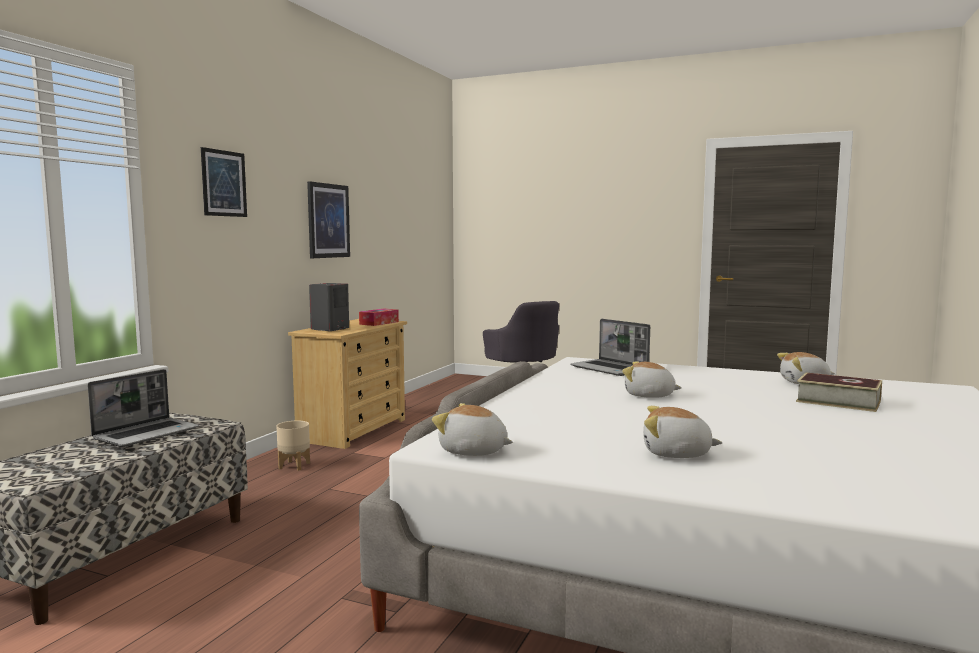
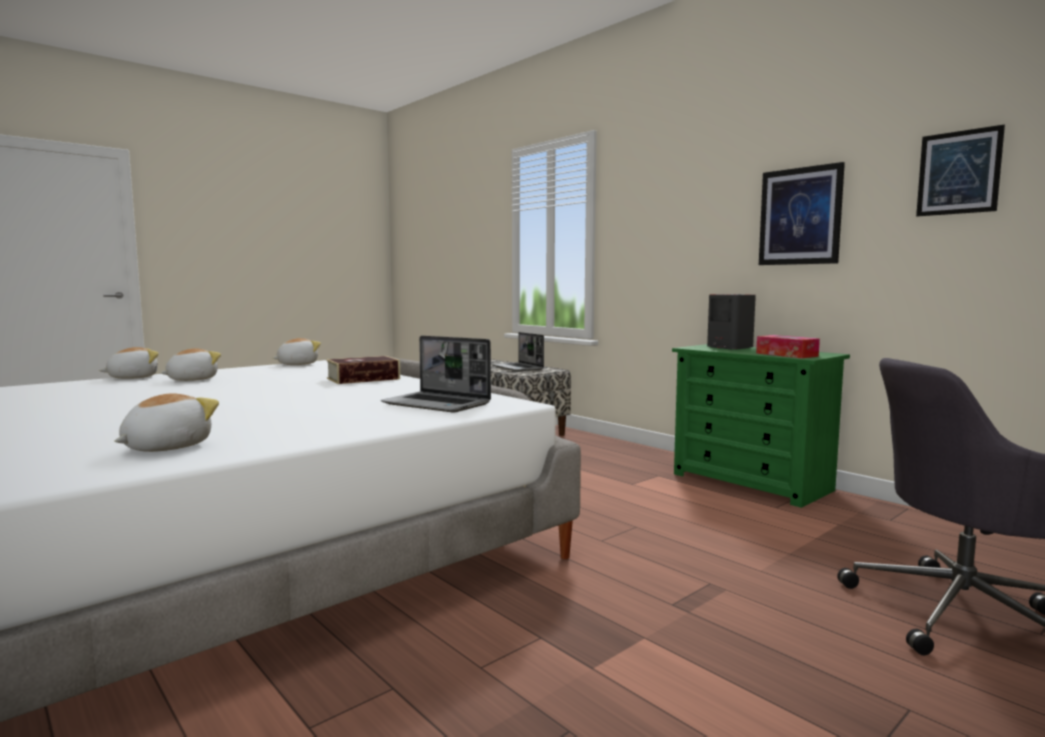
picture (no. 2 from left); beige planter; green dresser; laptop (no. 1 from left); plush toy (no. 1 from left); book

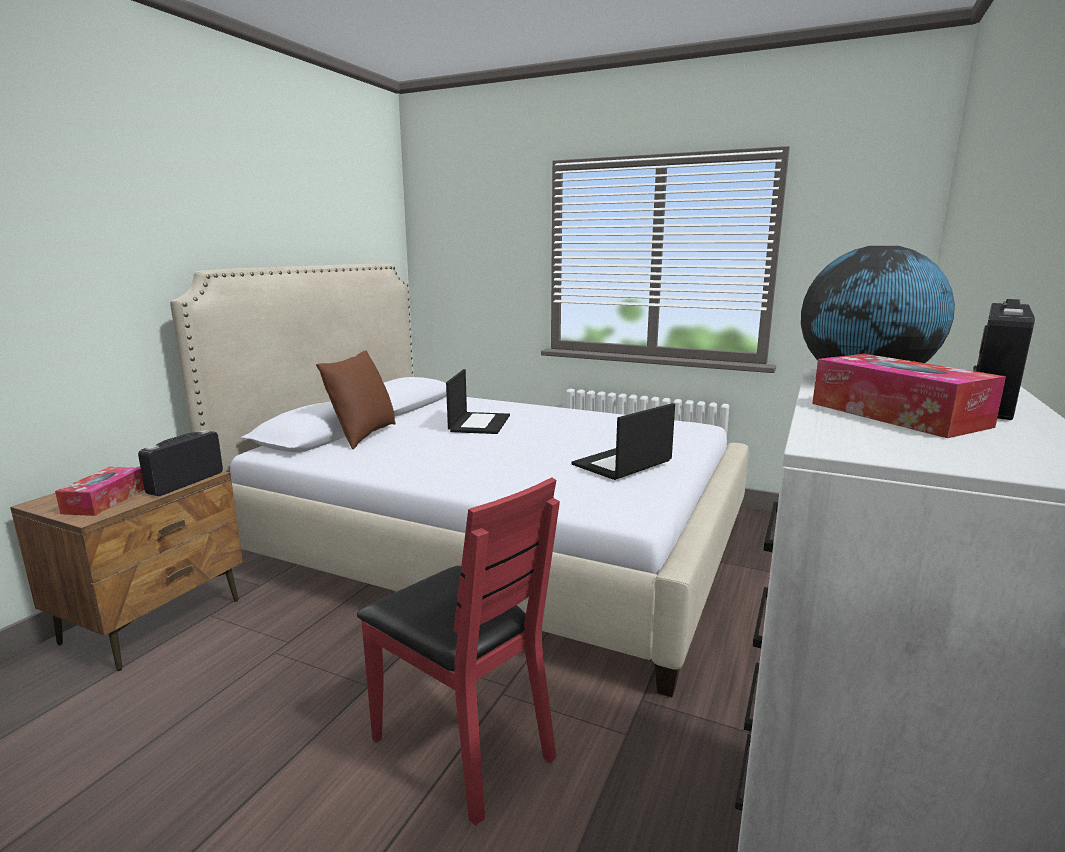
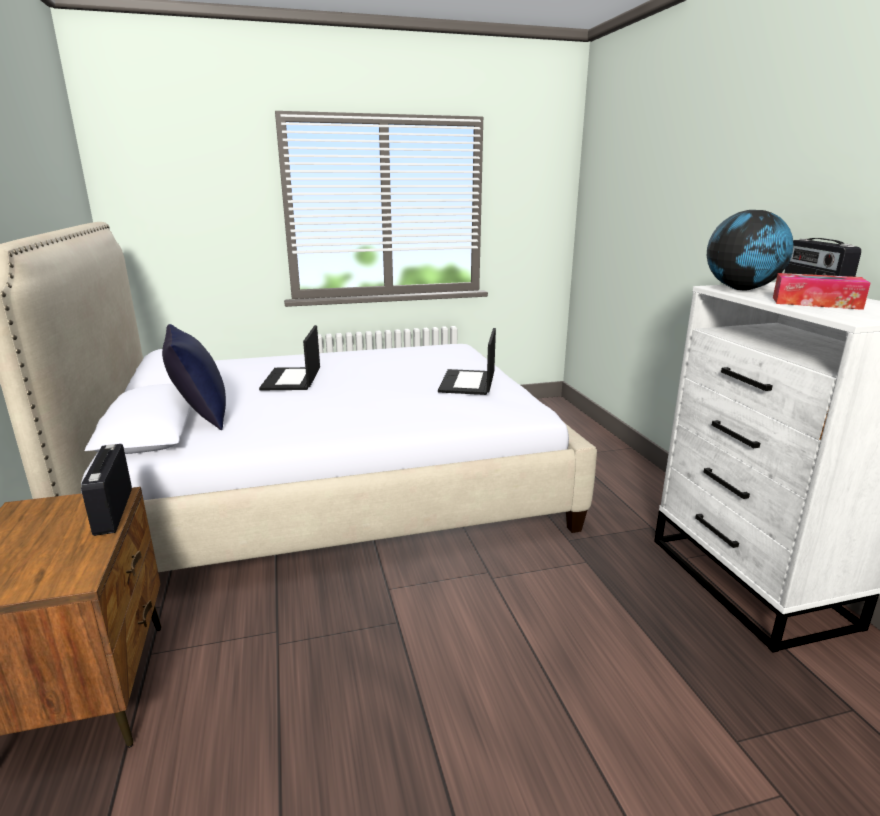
tissue box (no. 1 from left in the first image); blue pillow; red chair; laptop (no. 1 from left)

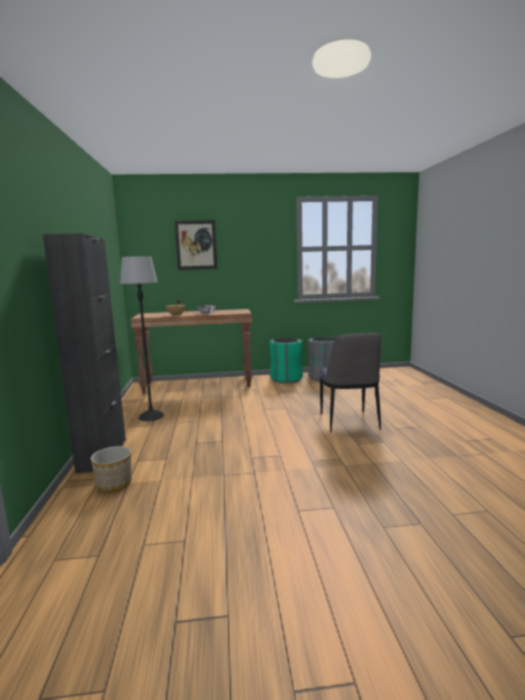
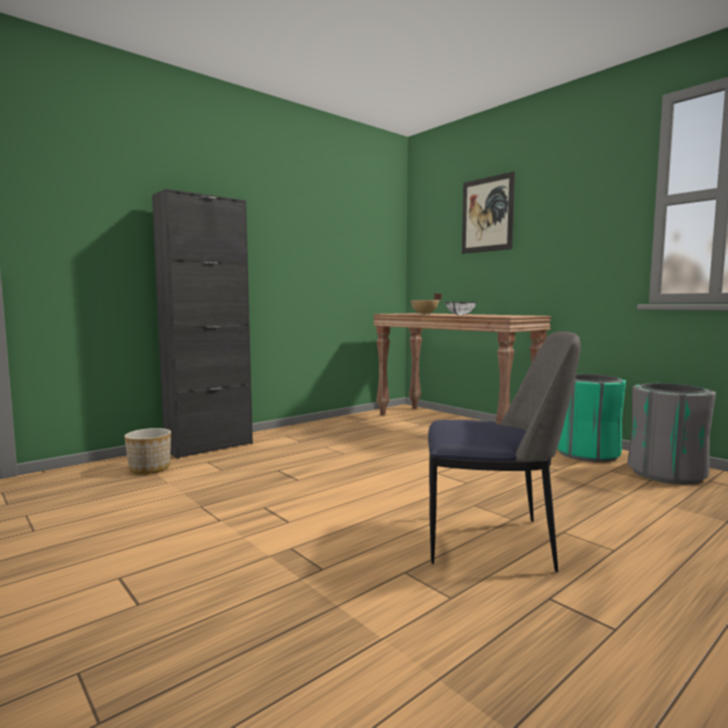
floor lamp; chair

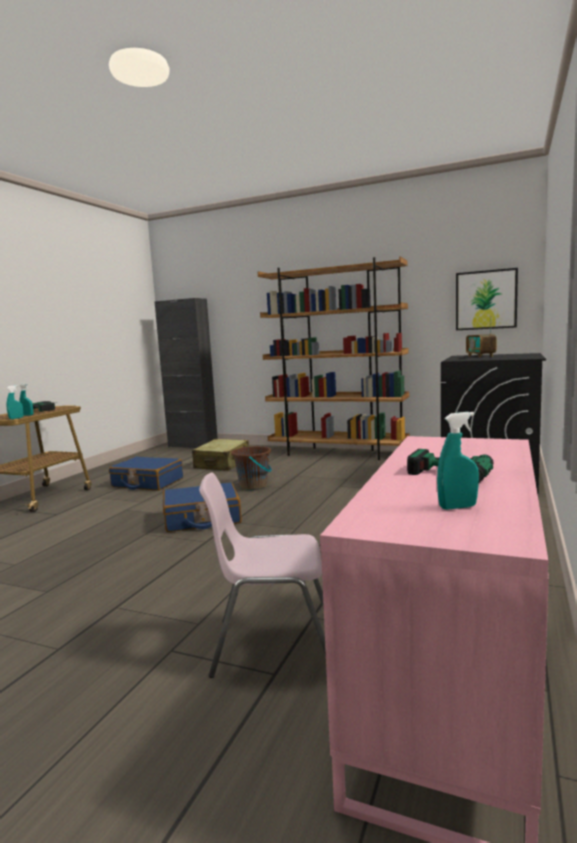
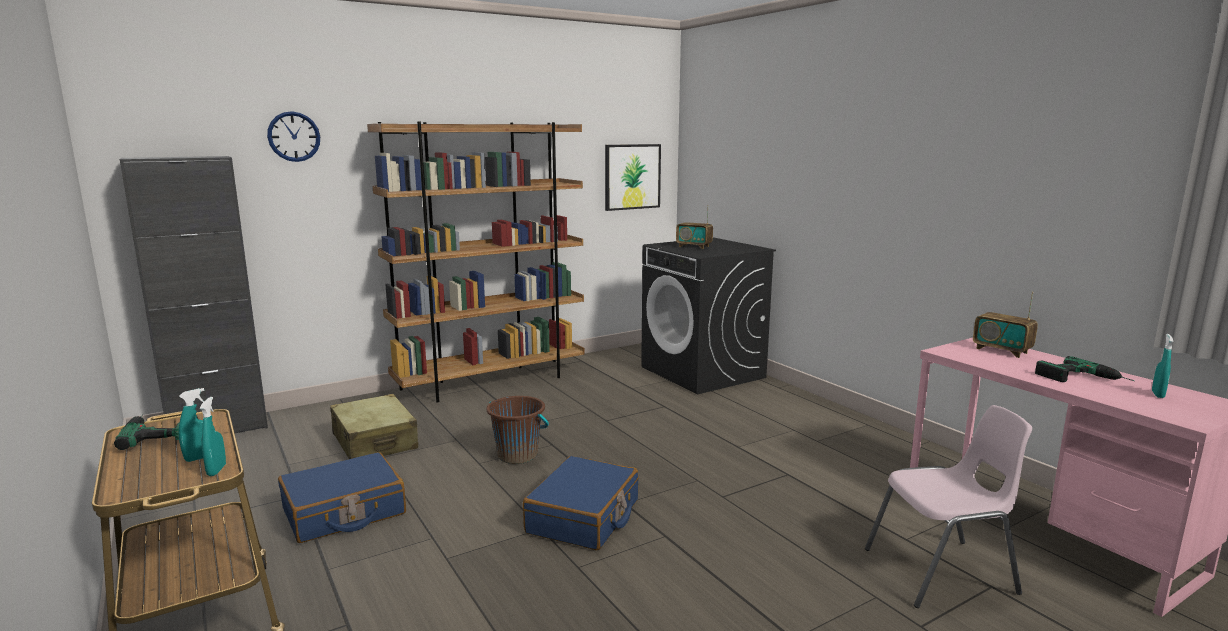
pink chair; wall clock; radio (no. 2 from left)

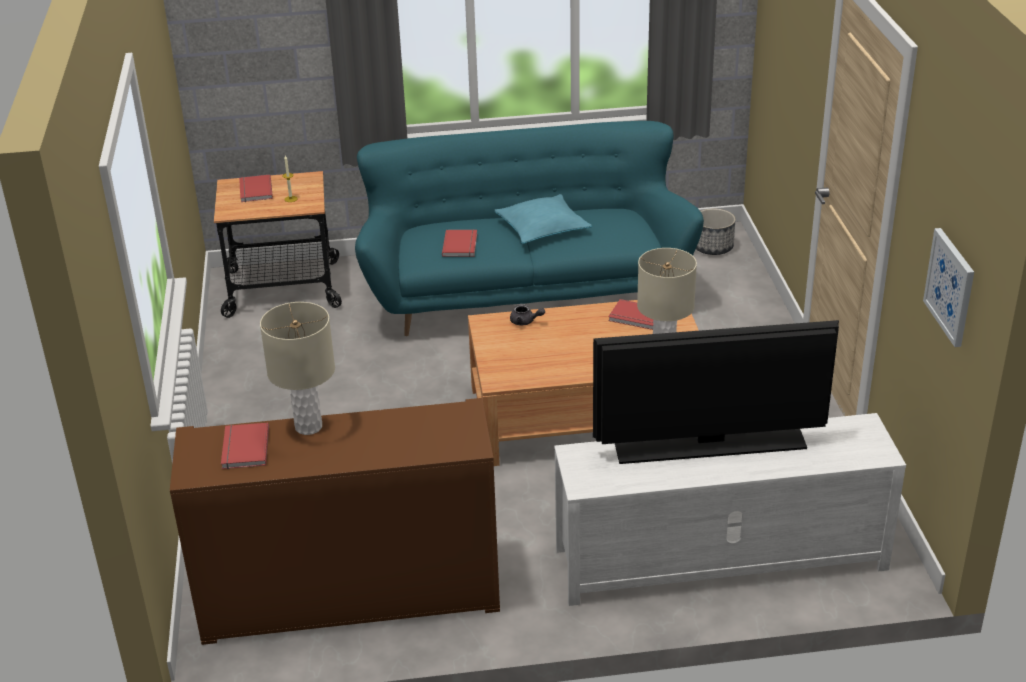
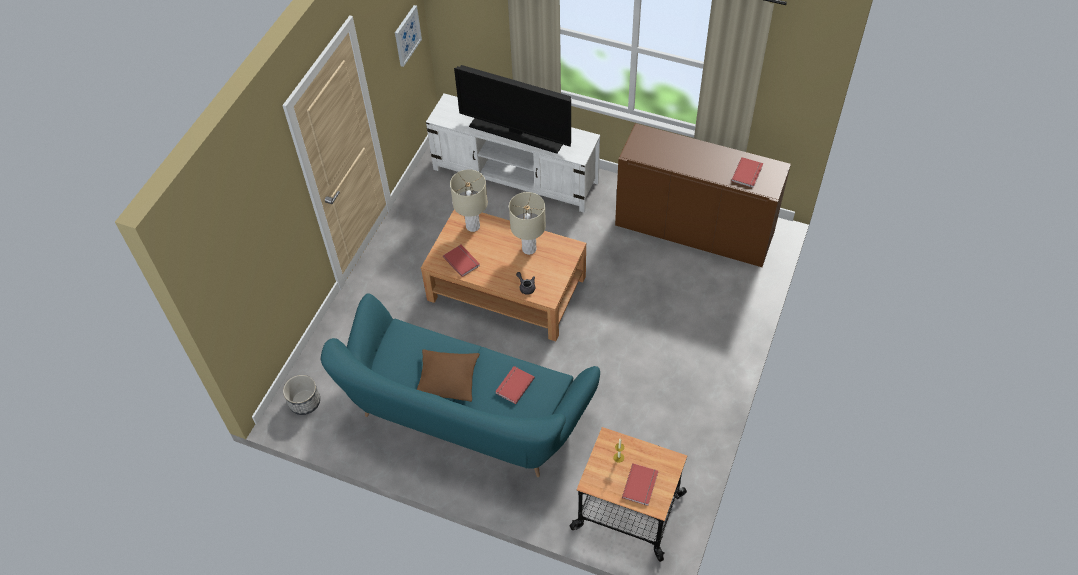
beige table lamp (no. 2 from left); brown pillow

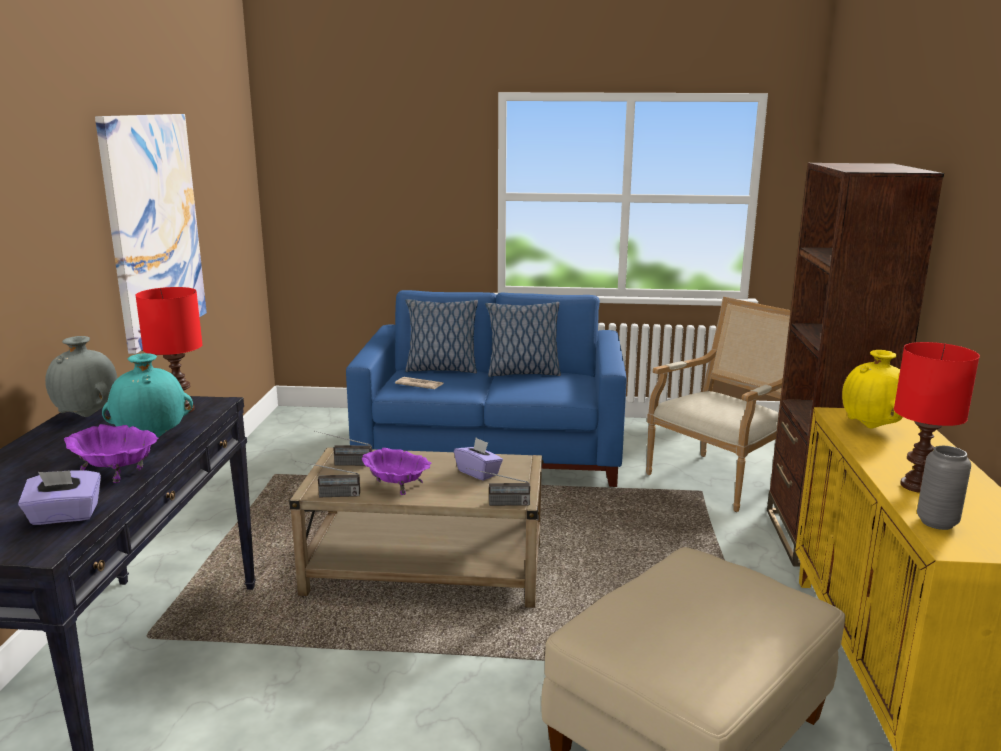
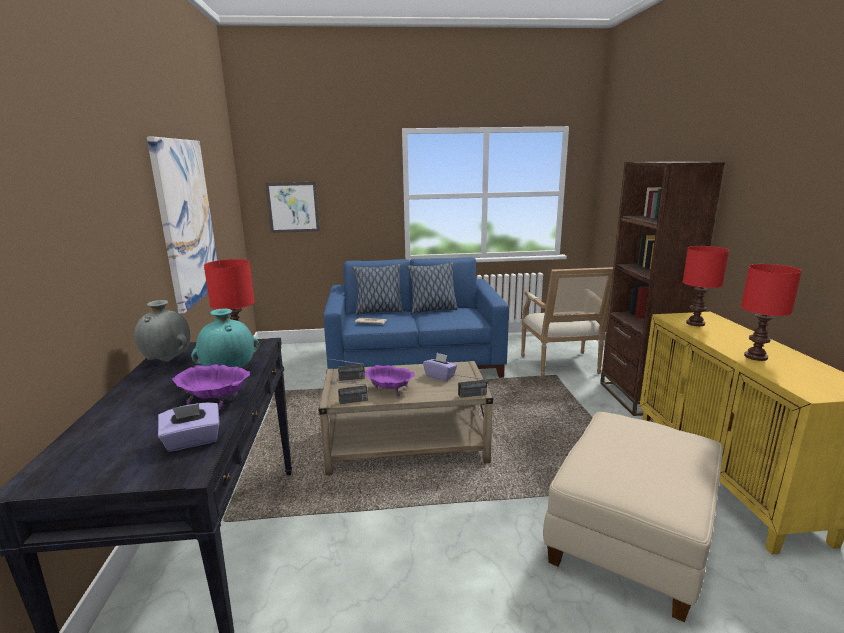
armchair; red table lamp (no. 2 from left); grey vase (no. 2 from left in the first image); picture (no. 2 from left)

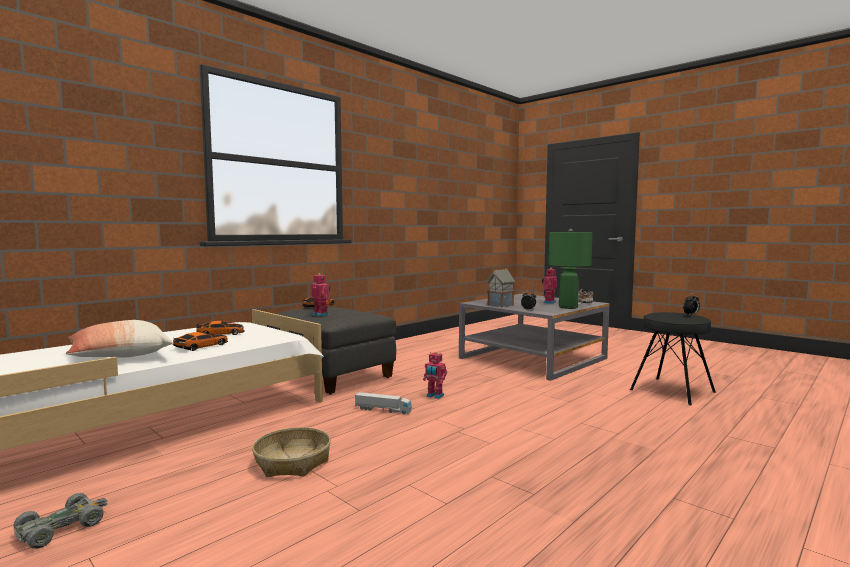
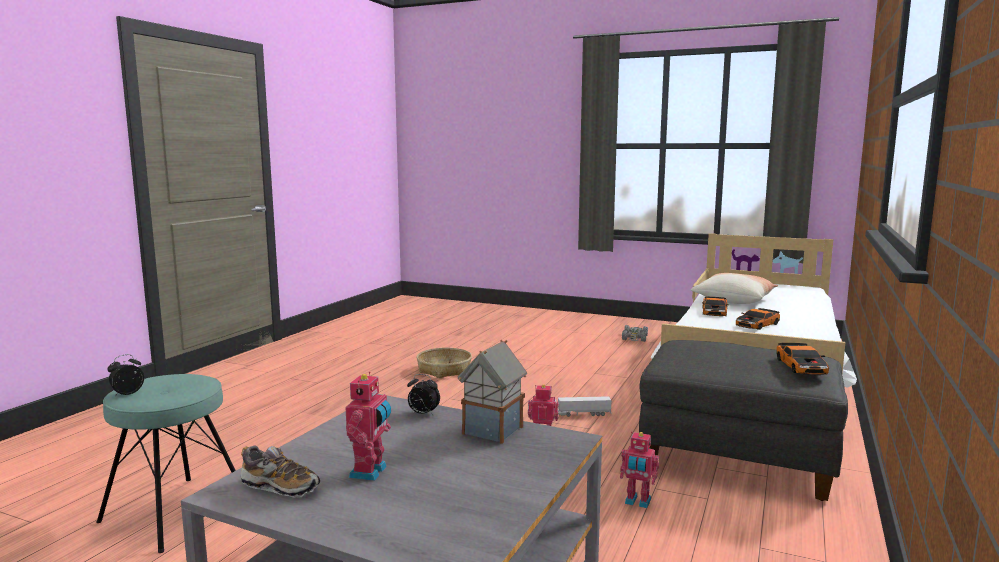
basket; toy robot (no. 3 from left); green table lamp; turquoise stool

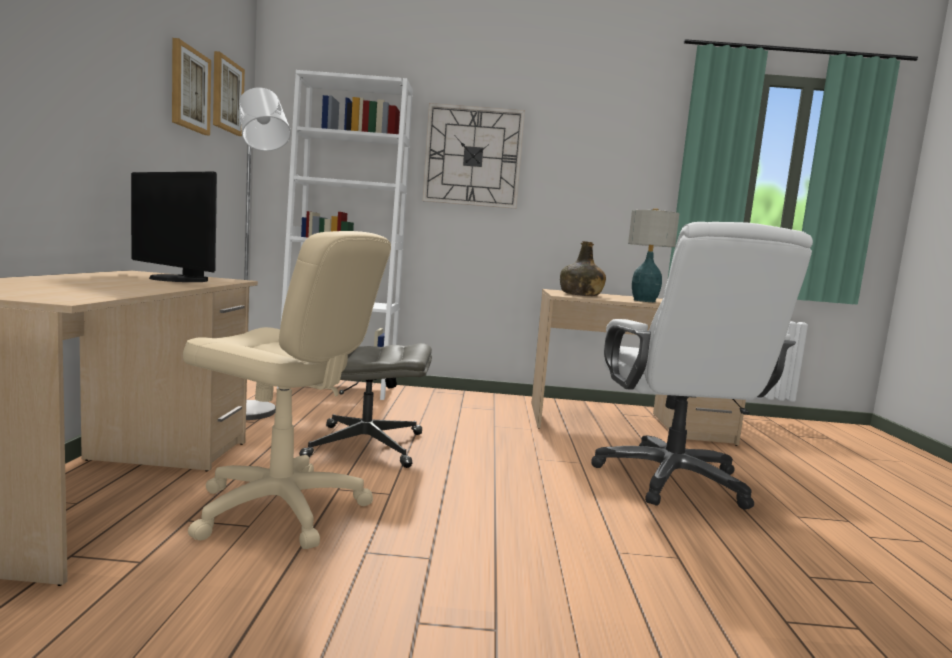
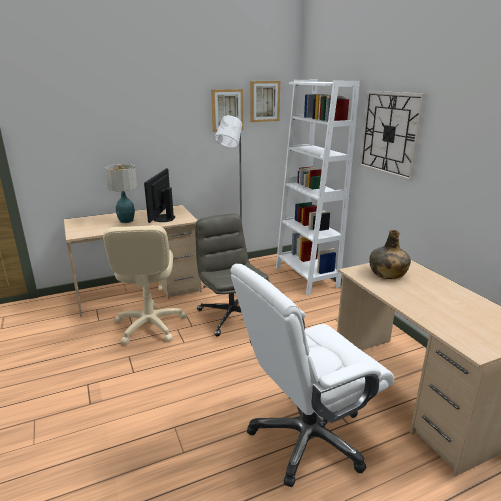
table lamp

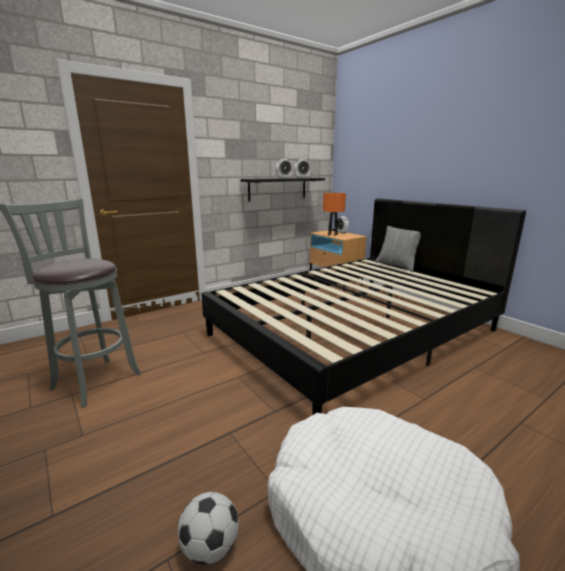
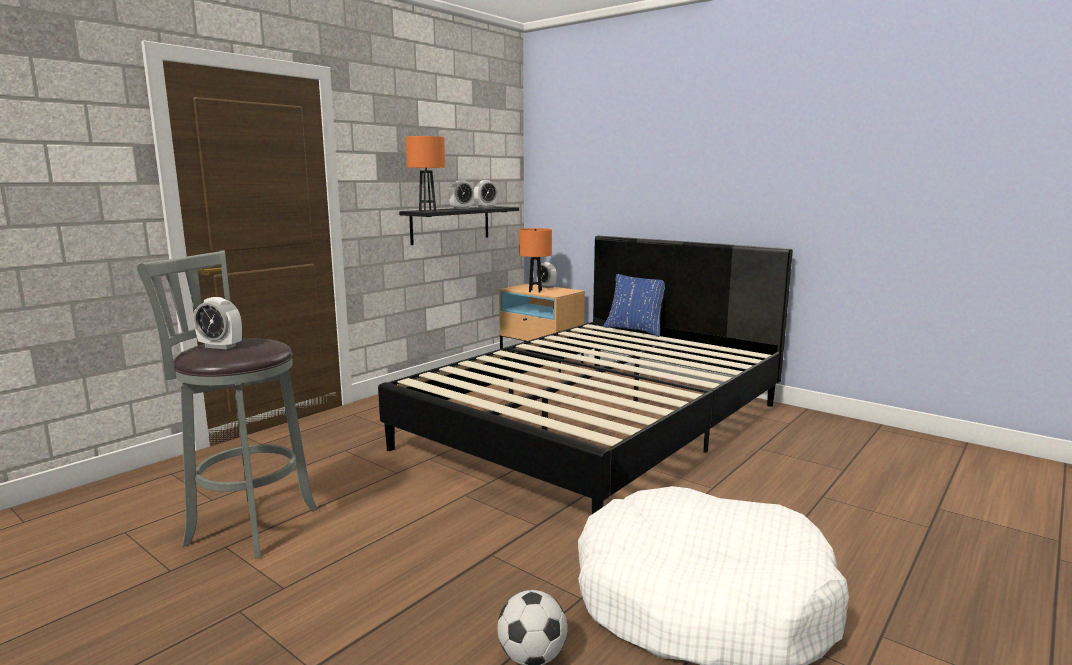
blue pillow; alarm clock (no. 1 from left); orange table lamp (no. 1 from left)

